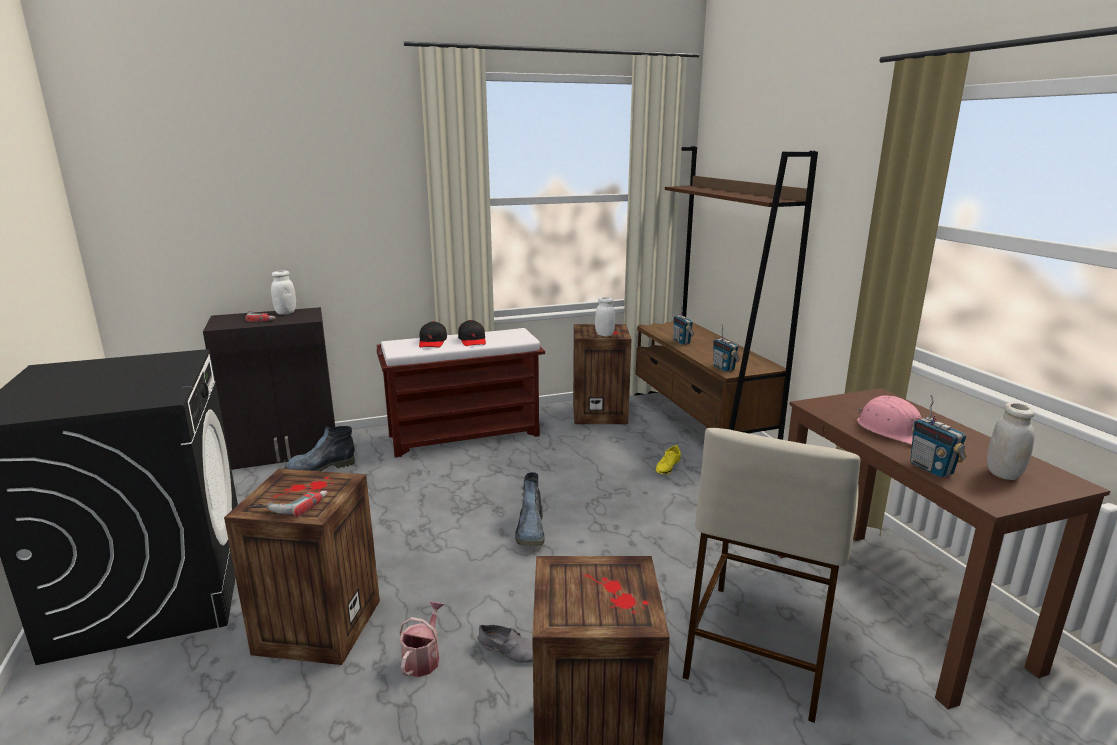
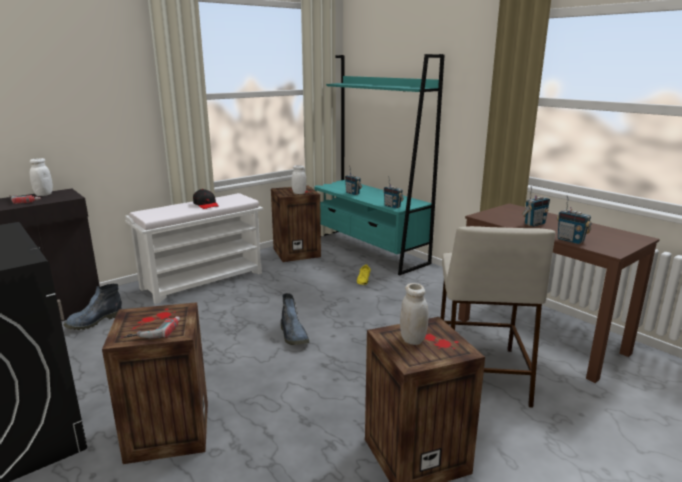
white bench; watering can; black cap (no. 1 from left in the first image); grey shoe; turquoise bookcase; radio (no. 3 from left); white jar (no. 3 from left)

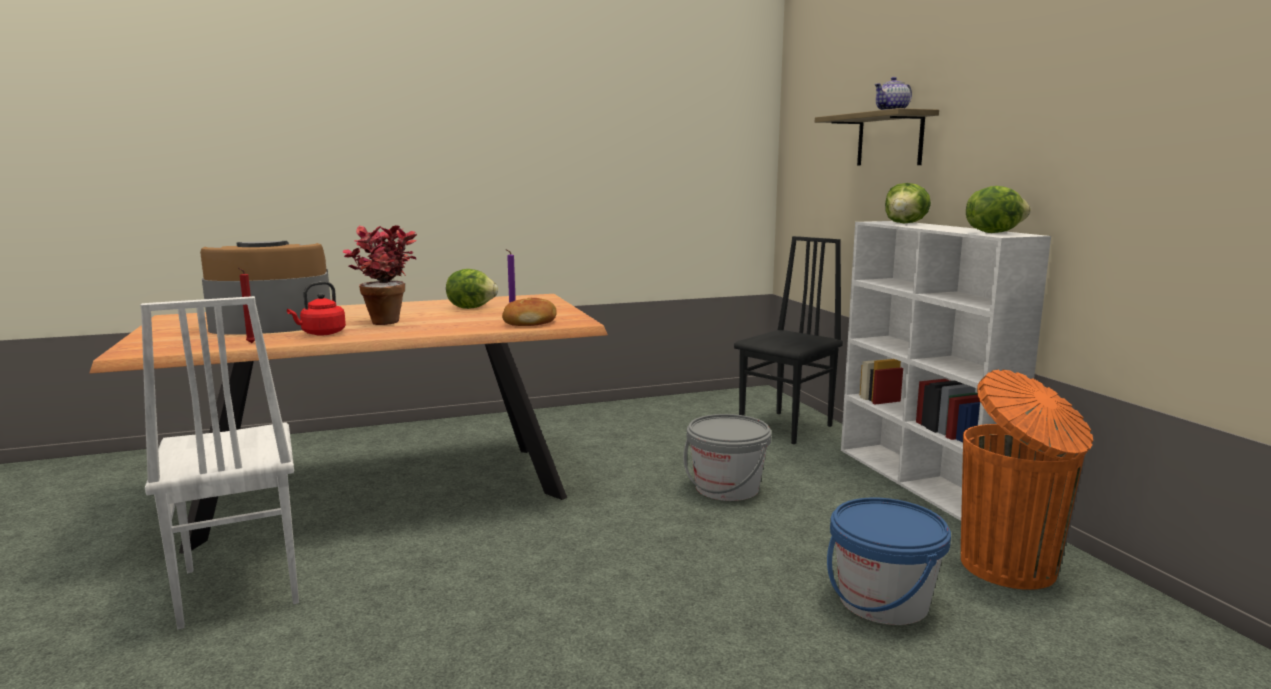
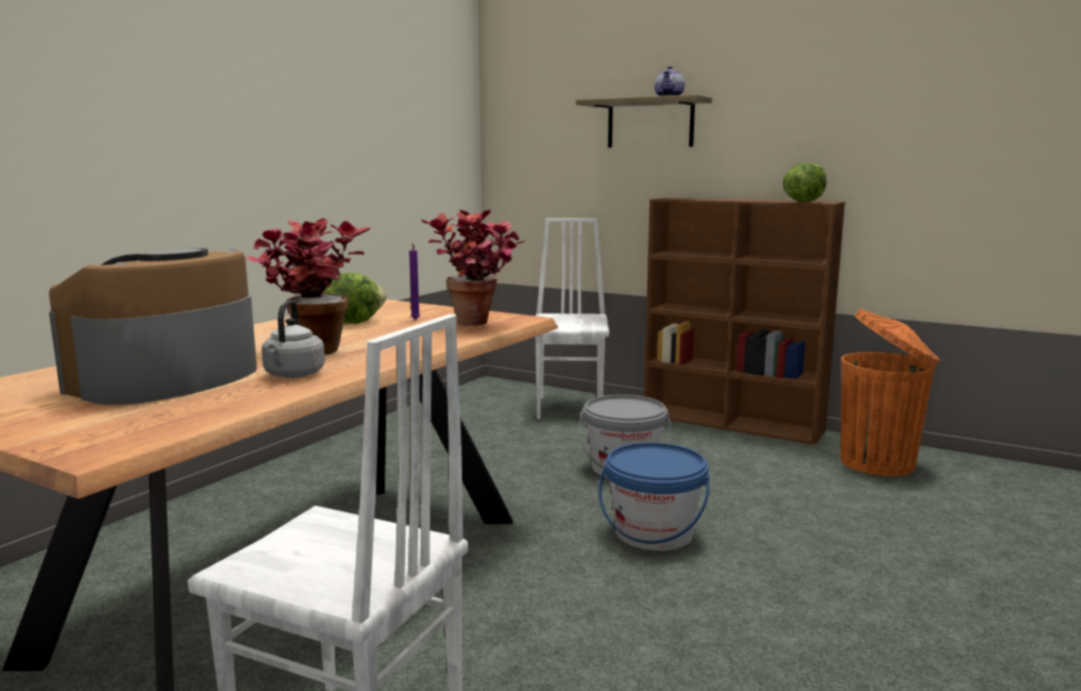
red candle; grey kettle; potted plant (no. 2 from left); white chair (no. 2 from left); blue bucket; brown bookcase; lettuce (no. 2 from left in the first image)

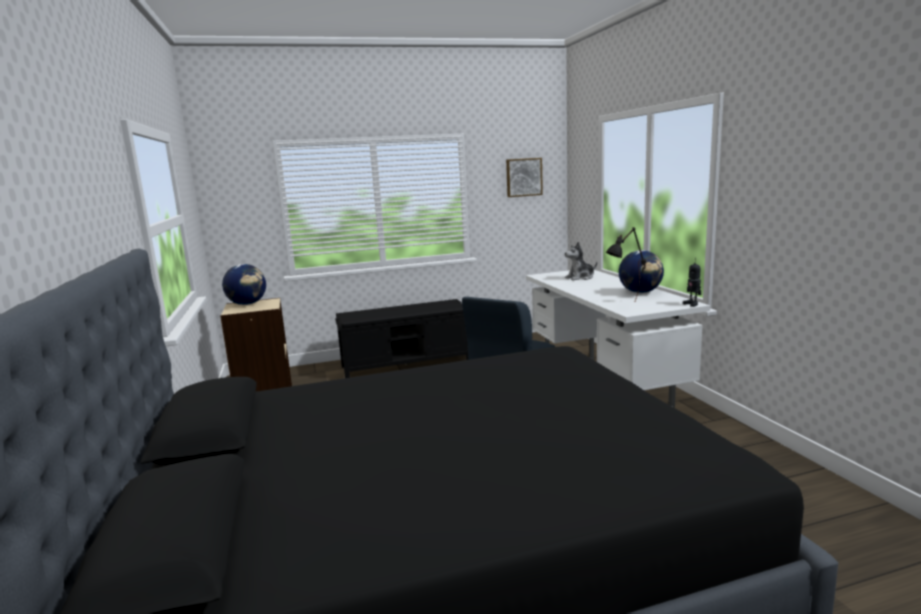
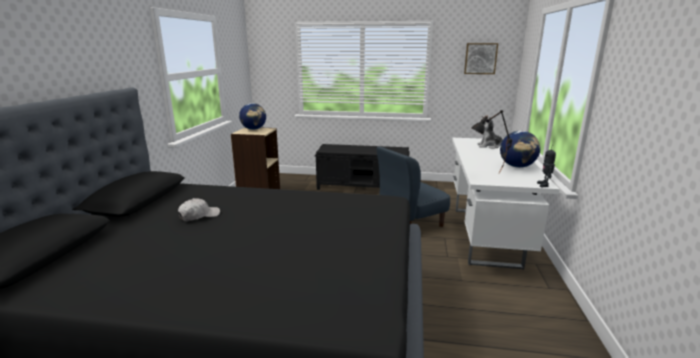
white cap

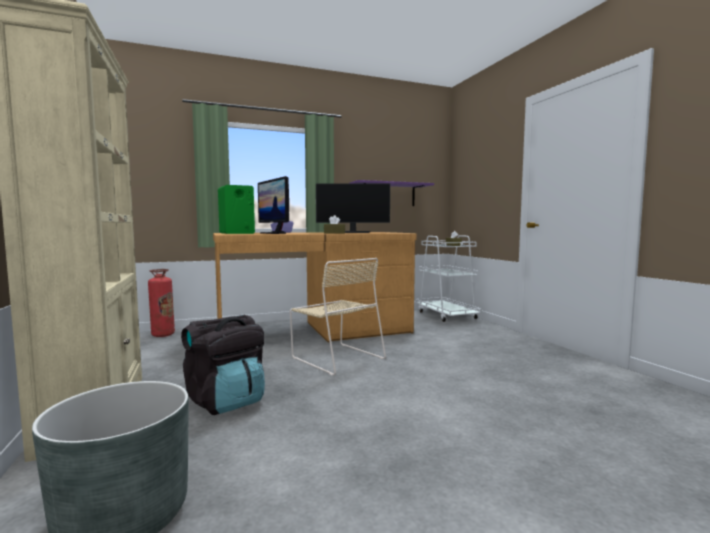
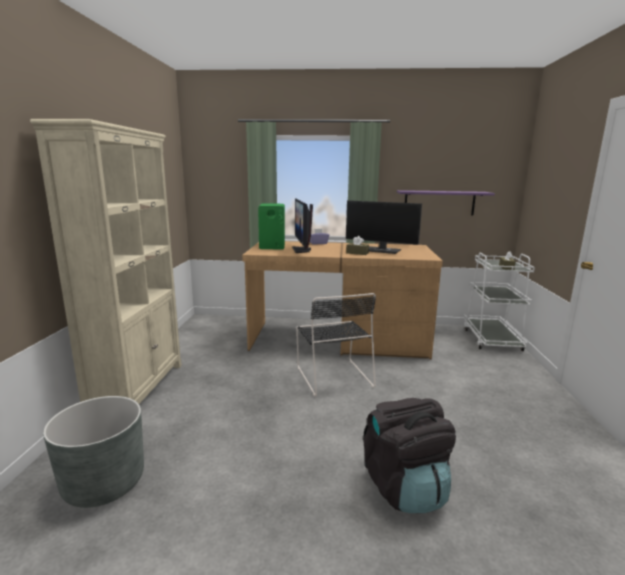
fire extinguisher; black backpack; black chair

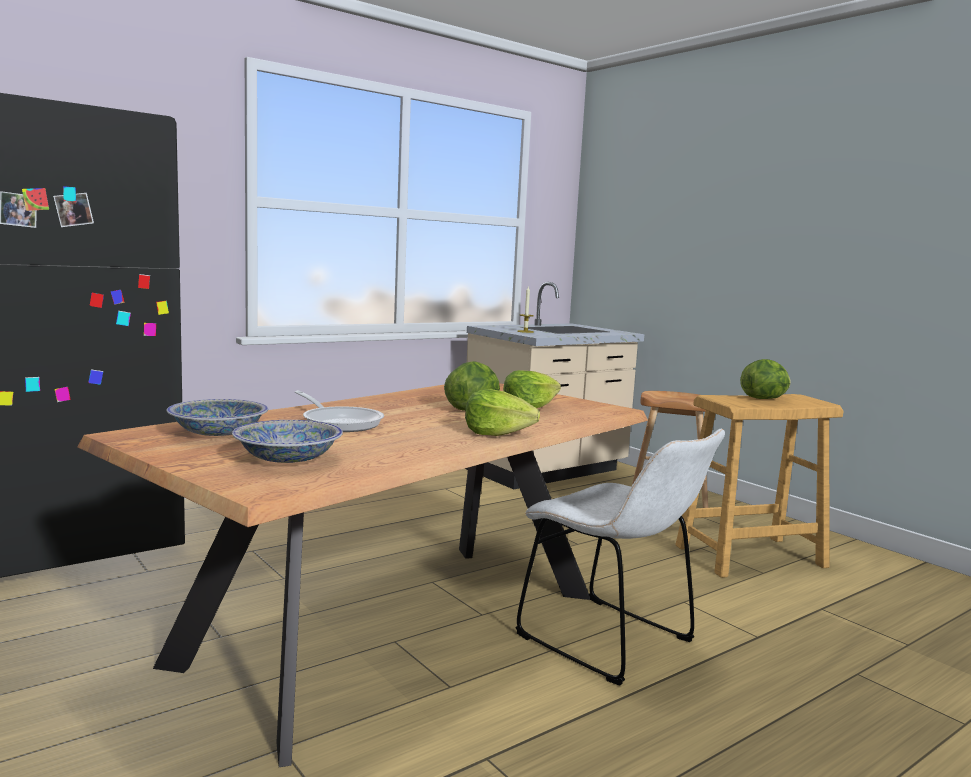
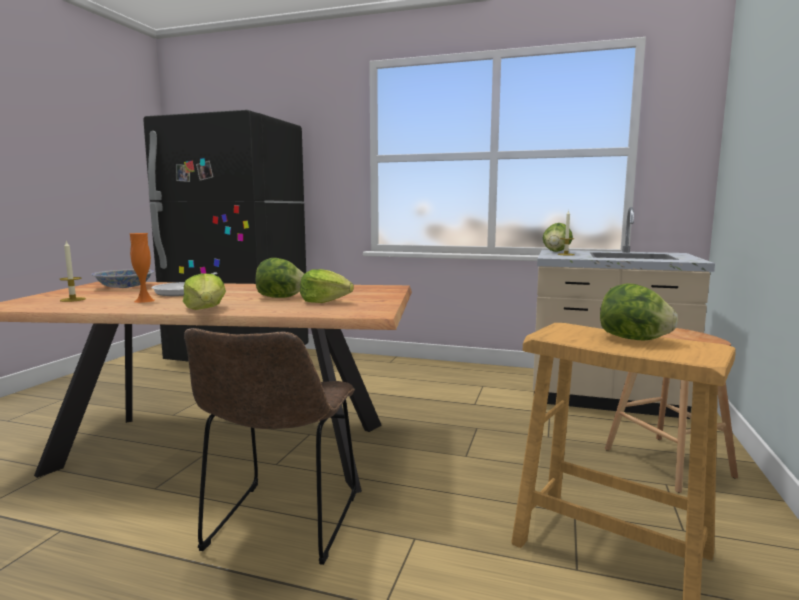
candle (no. 1 from left); brown chair; orange vase; lettuce (no. 4 from left)

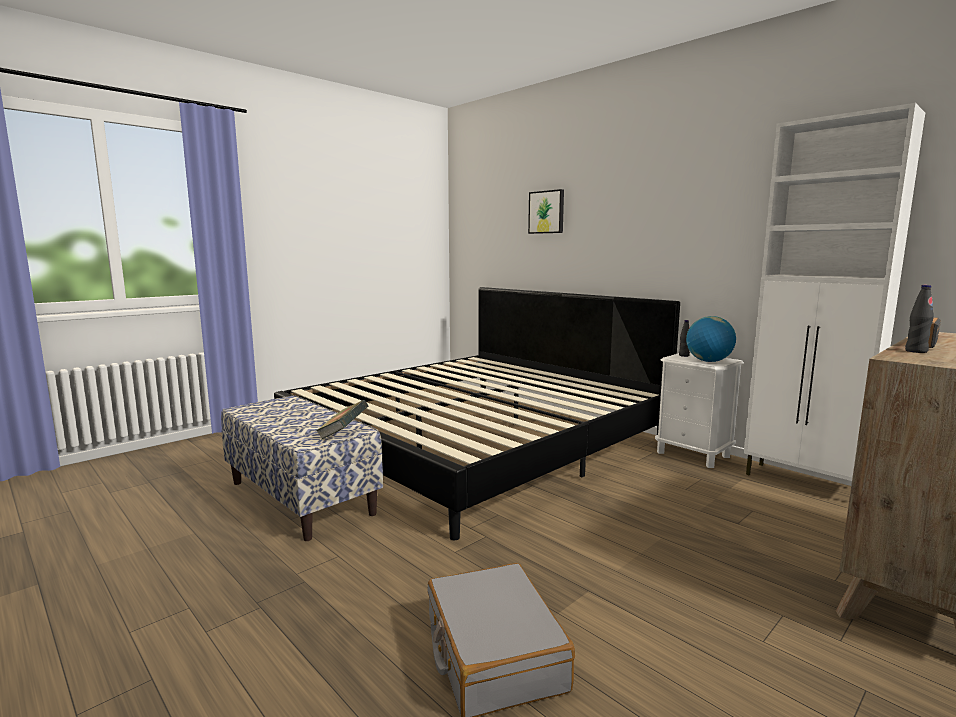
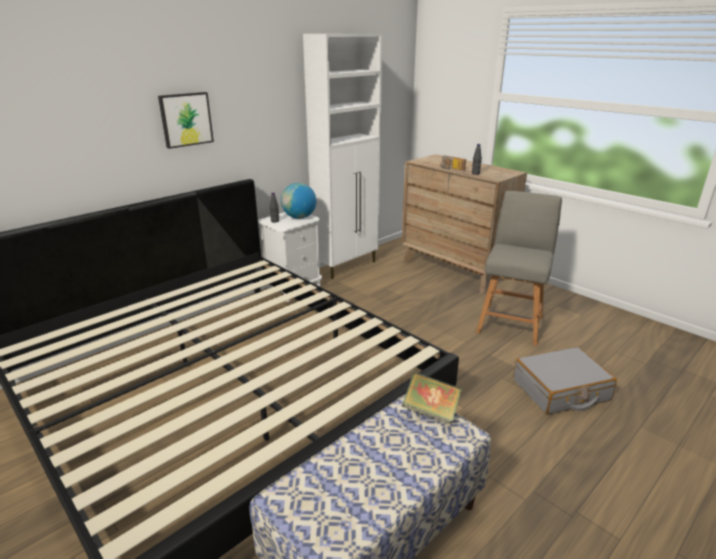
picture; grey chair

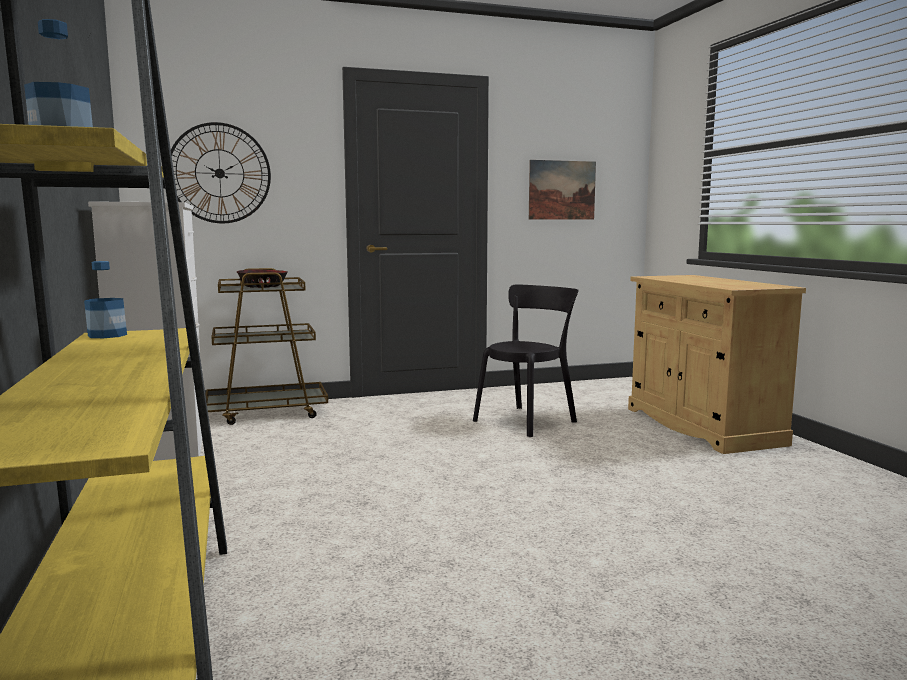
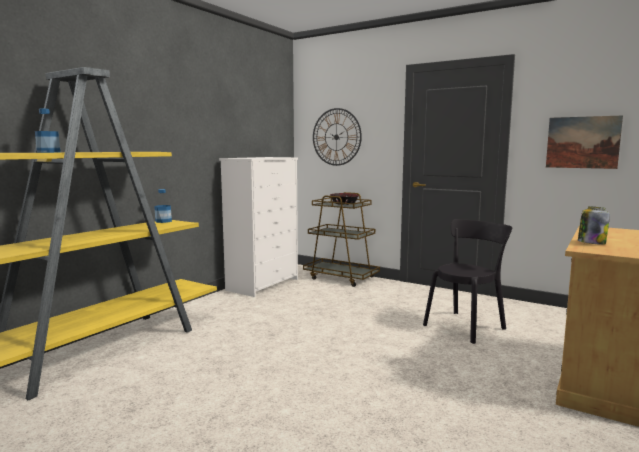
black chair; jar

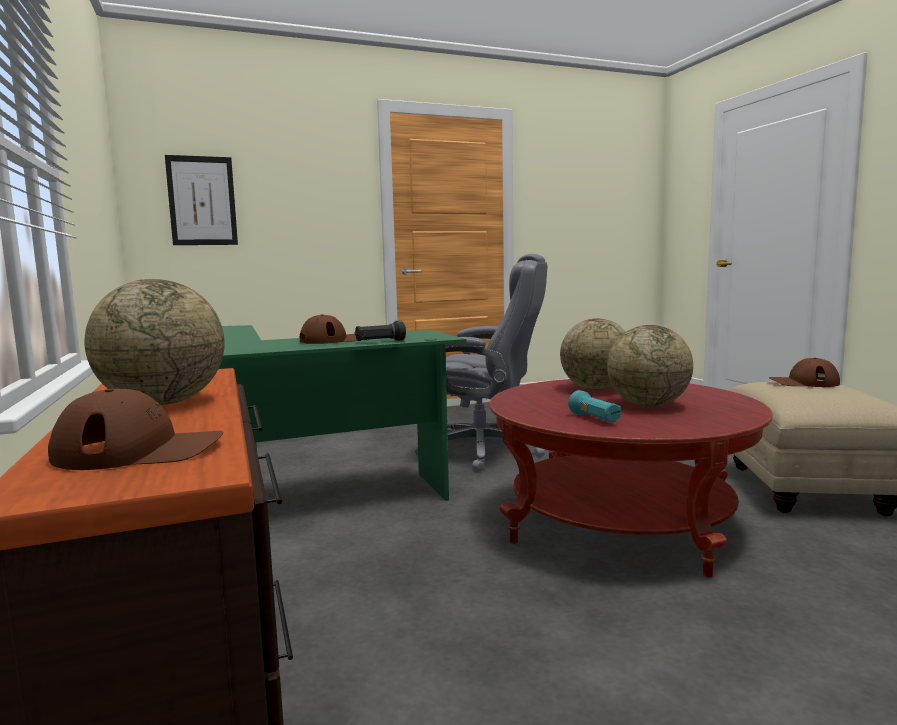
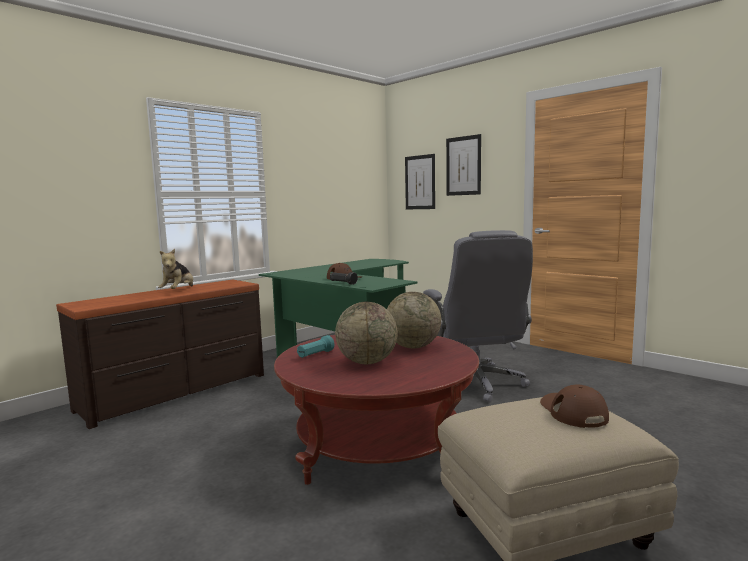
brown cap (no. 1 from left in the first image); plush toy; picture (no. 2 from left)

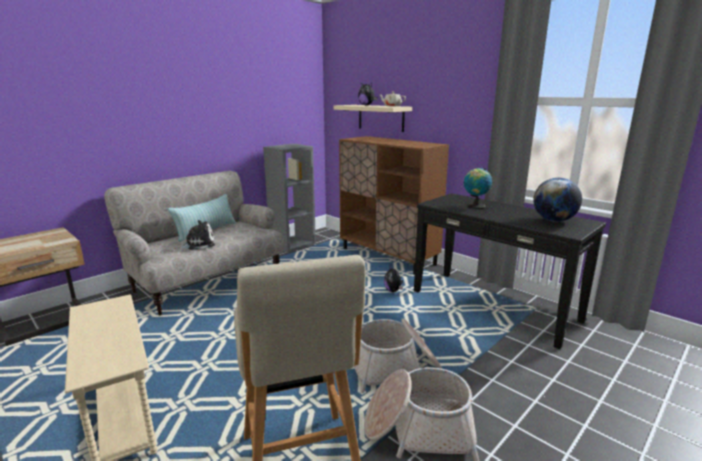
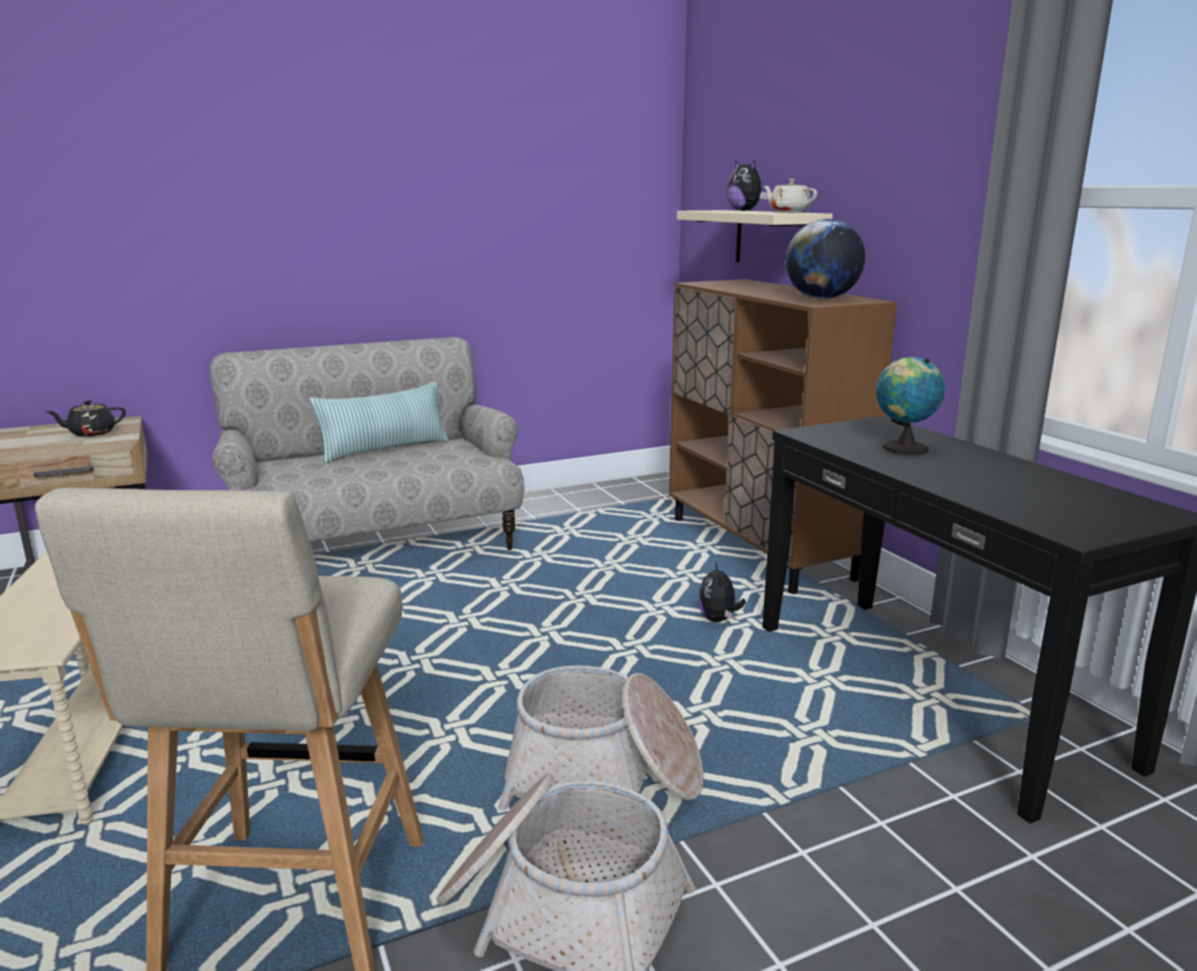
plush toy (no. 1 from left in the first image); grey bookcase; globe (no. 1 from left); black teapot

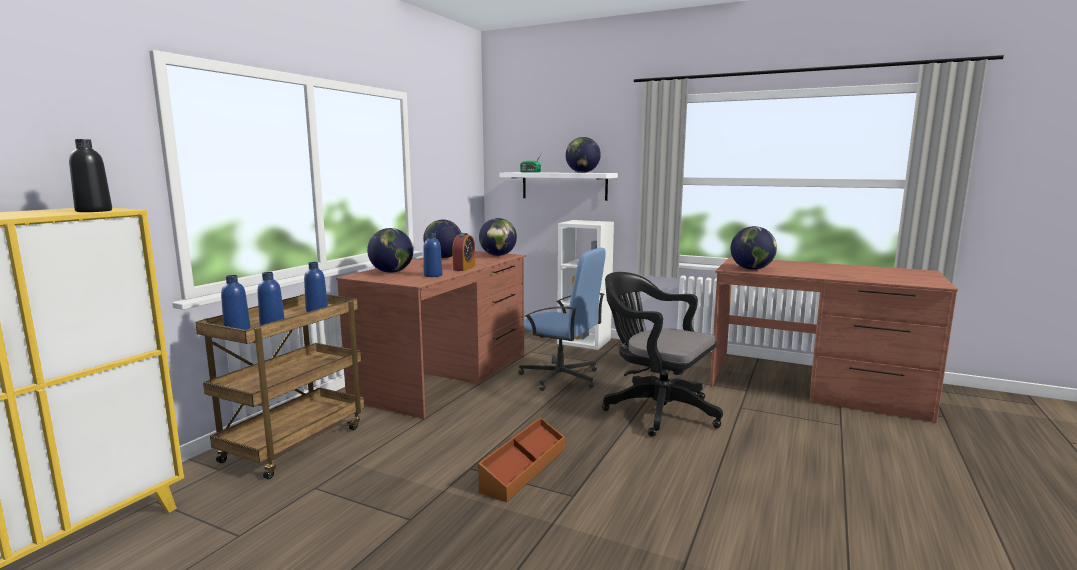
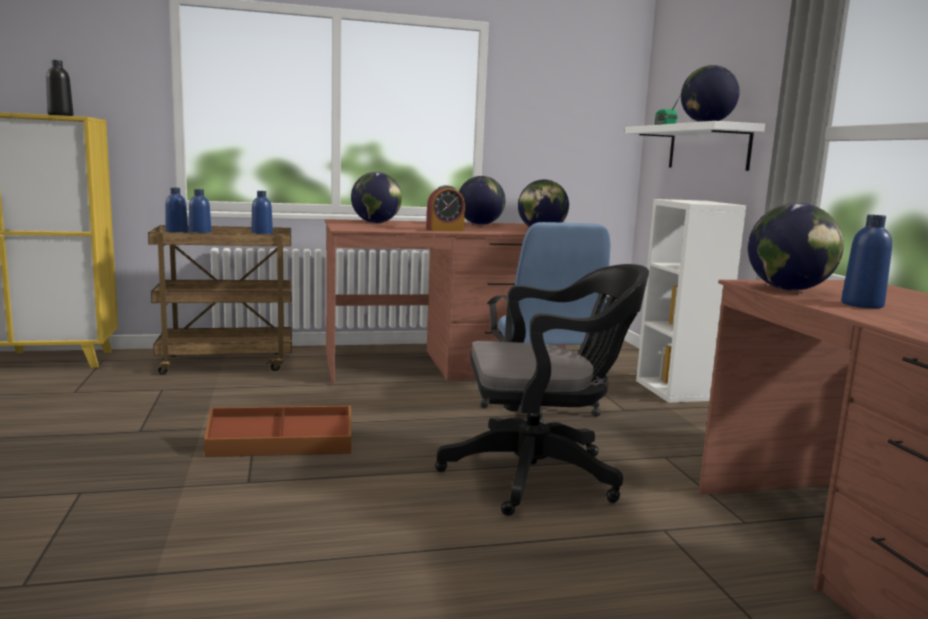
blue bottle (no. 4 from left); black office chair

